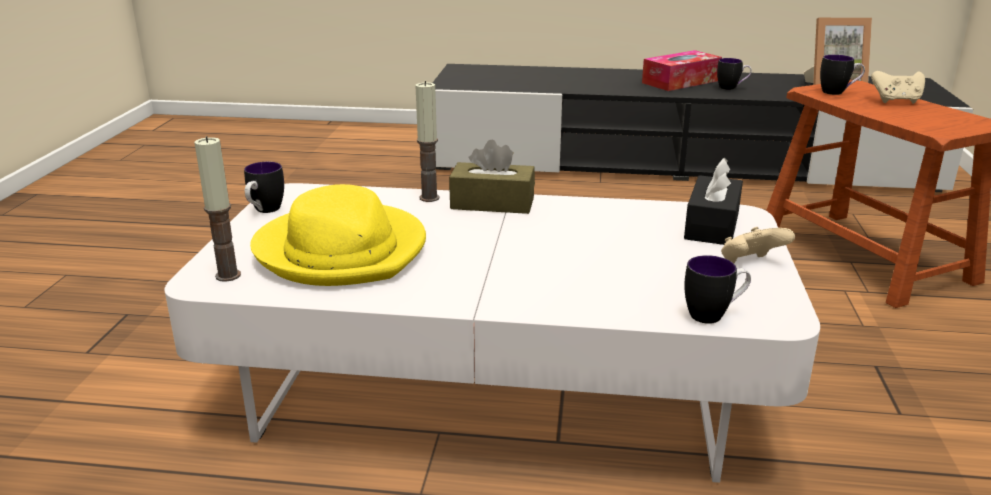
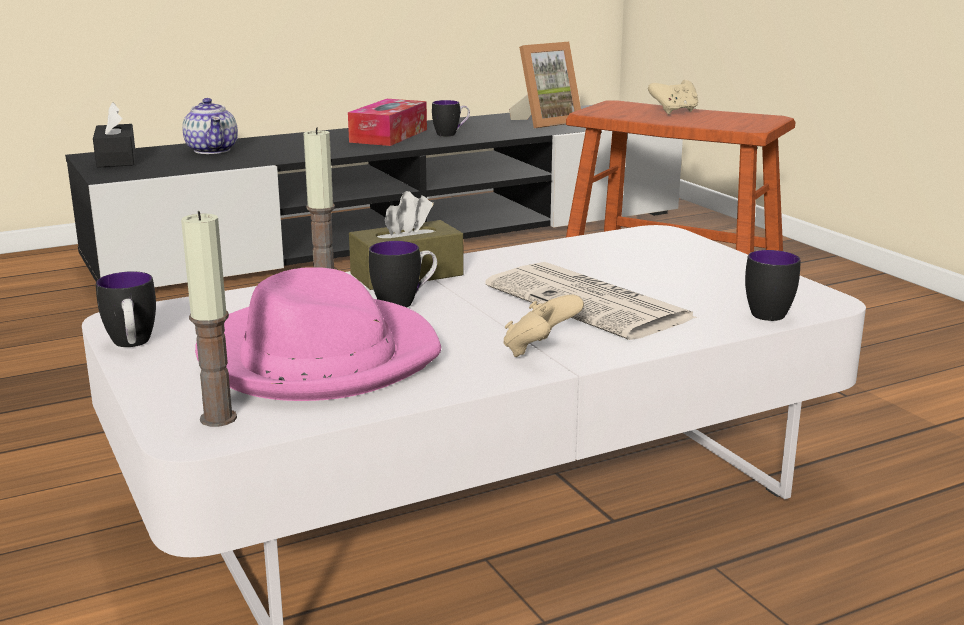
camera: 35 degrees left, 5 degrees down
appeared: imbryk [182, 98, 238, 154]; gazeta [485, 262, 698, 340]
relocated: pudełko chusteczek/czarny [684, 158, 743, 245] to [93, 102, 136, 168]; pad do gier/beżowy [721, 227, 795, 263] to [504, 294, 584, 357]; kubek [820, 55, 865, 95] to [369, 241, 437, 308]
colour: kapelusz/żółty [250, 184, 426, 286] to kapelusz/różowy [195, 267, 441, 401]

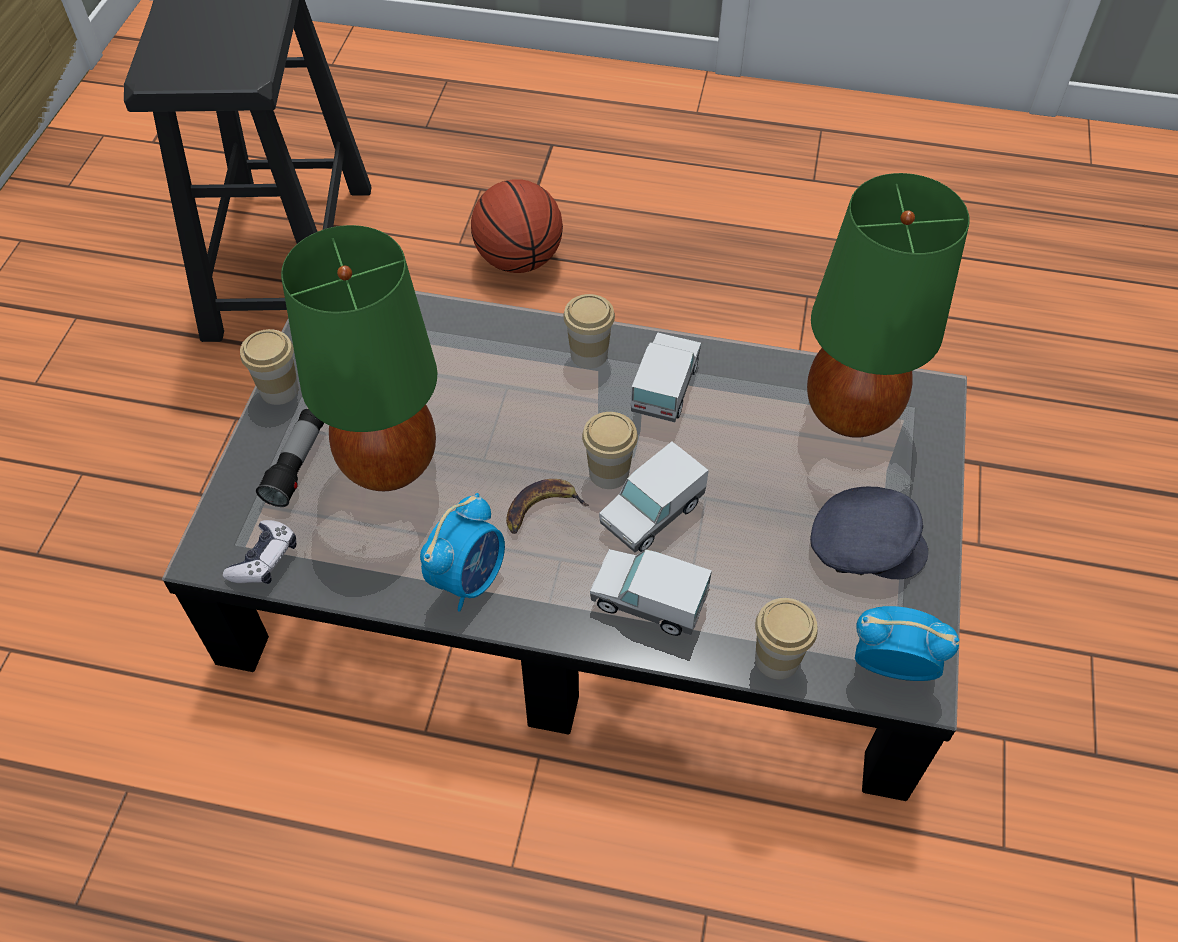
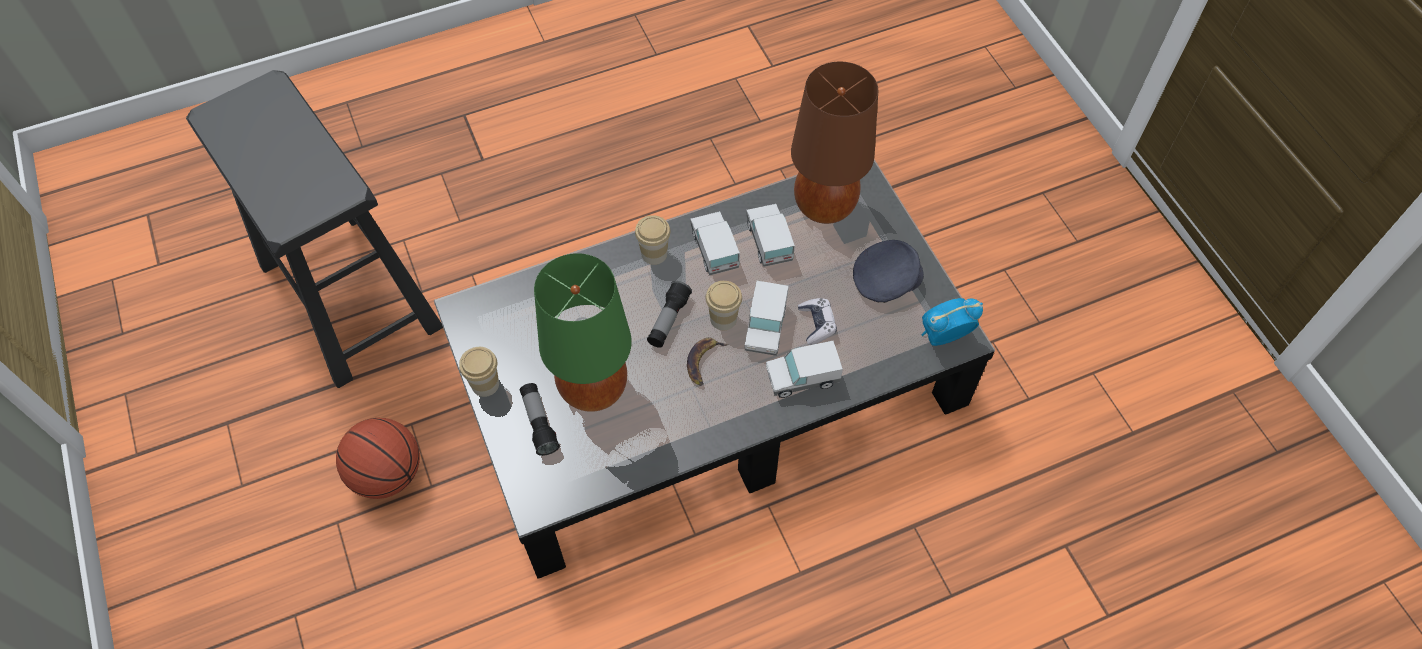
camera: 35 degrees left, 5 degrees up
missing: budzik [420, 493, 505, 612]; filiżanka [755, 598, 818, 679]
appeared: latarka [647, 281, 692, 348]; ciężarówka zabawkowa [746, 204, 795, 267]
relocated: pad do gier [223, 520, 296, 584] to [798, 298, 837, 345]; piłka do koszykówki [471, 179, 563, 273] to [336, 418, 420, 499]
colour: lampa stołowa/zielony [807, 173, 970, 438] to lampa stołowa/brązowy [791, 62, 878, 224]

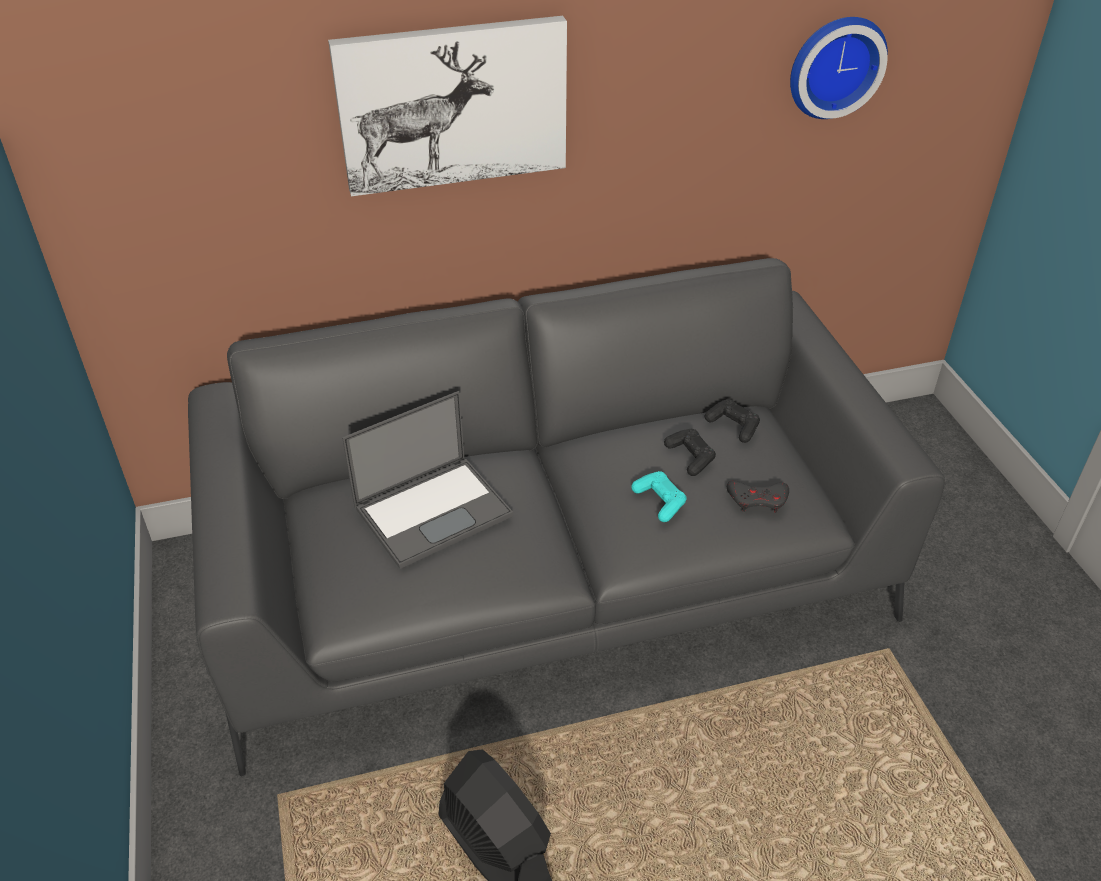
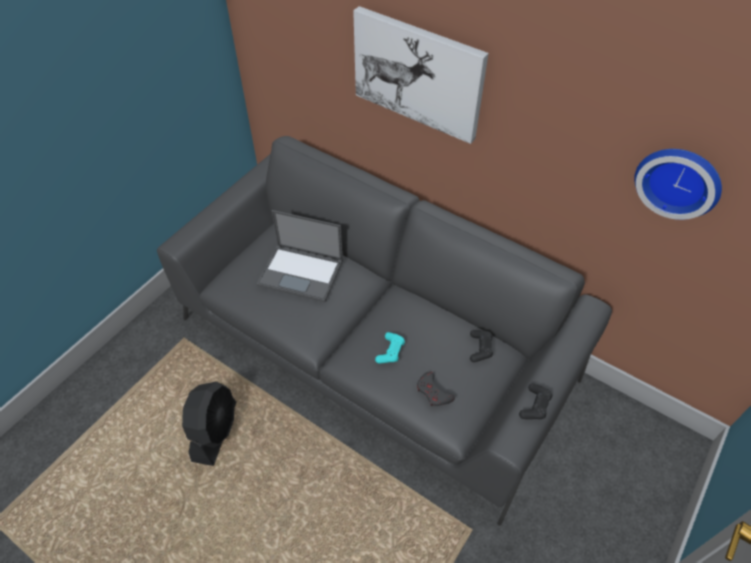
camera: 50 degrees right, 10 degrees up
relocated: pad do gier/czarny [664, 429, 716, 476] to [519, 383, 553, 419]

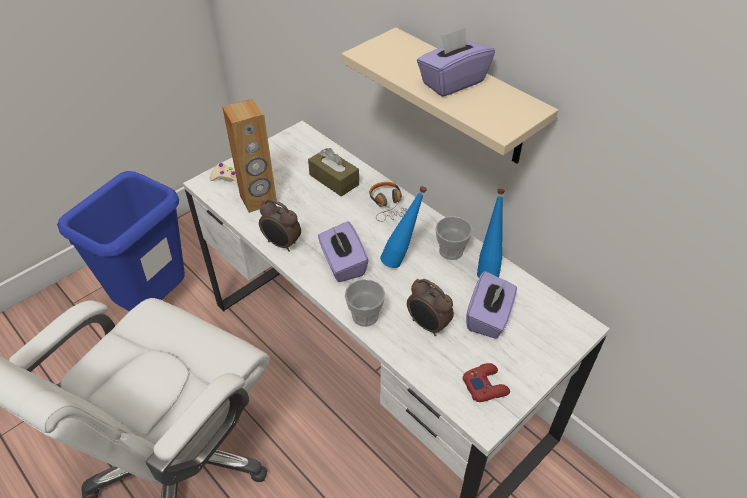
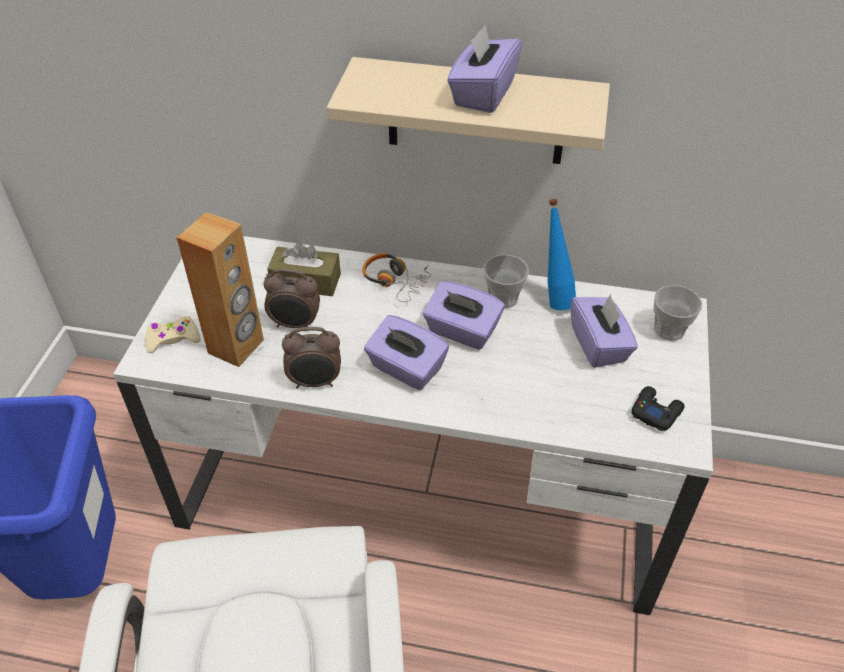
camera: 35 degrees left, 0 degrees up
relocated: filiżanka [345, 279, 385, 327] to [653, 285, 702, 341]; budzik [407, 279, 454, 336] to [264, 269, 320, 328]
exchanged: butelka/niebieski [380, 186, 427, 268] to pudełko chusteczek/fioletowy [423, 281, 505, 350]
colour: pad do gier/czerwony [462, 363, 510, 402] to pad do gier/czarny [632, 386, 685, 431]

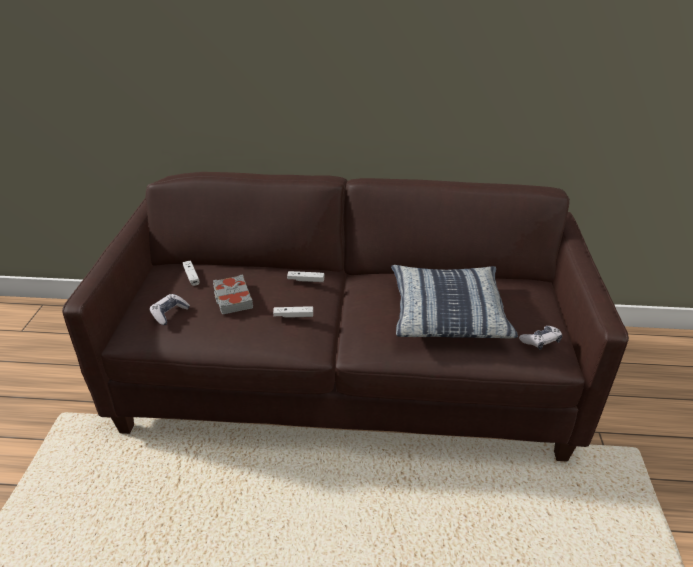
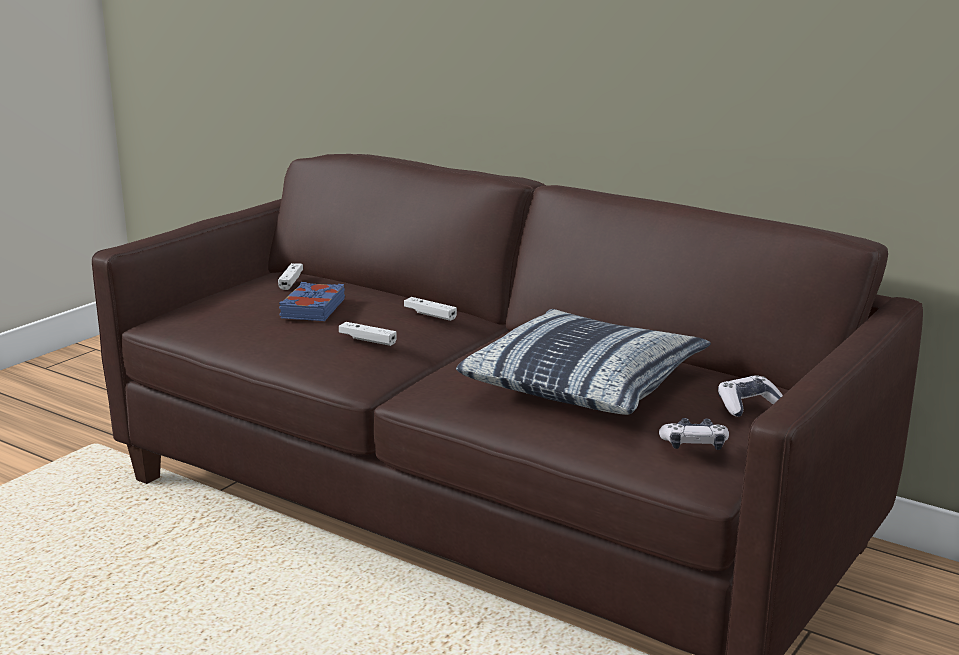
camera: 30 degrees right, 15 degrees down
relocated: pad do gier [150, 294, 190, 325] to [718, 375, 783, 417]
colour: książka/szary [213, 274, 253, 315] to książka/niebieski [279, 282, 345, 321]

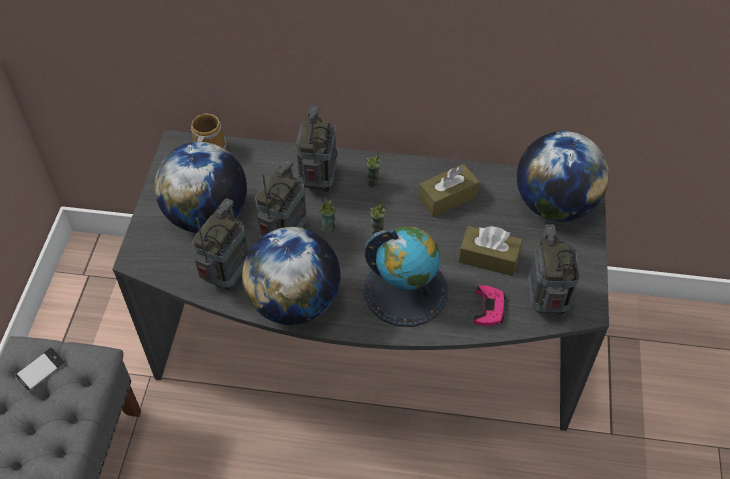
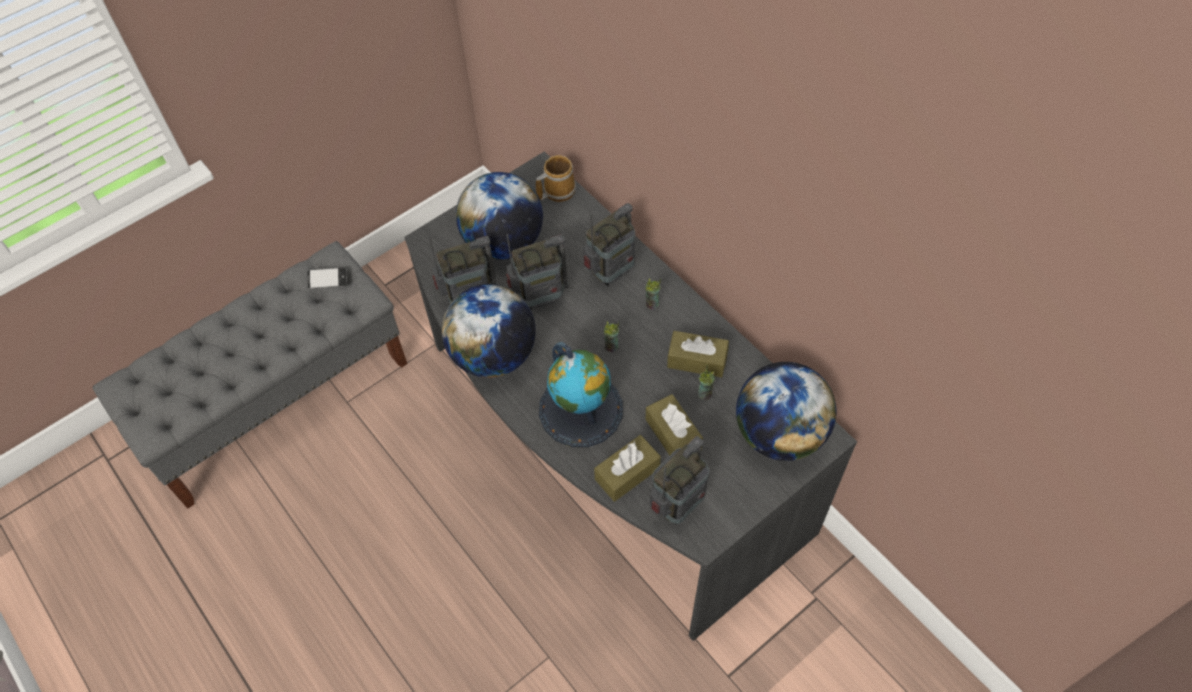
camera: 45 degrees right, 5 degrees up
relocated: filiżanka [320, 198, 335, 234] to [698, 365, 715, 401]
exchanged: pad do gier/różowy [473, 285, 506, 326] to pudełko chusteczek/brązowy [594, 435, 661, 502]

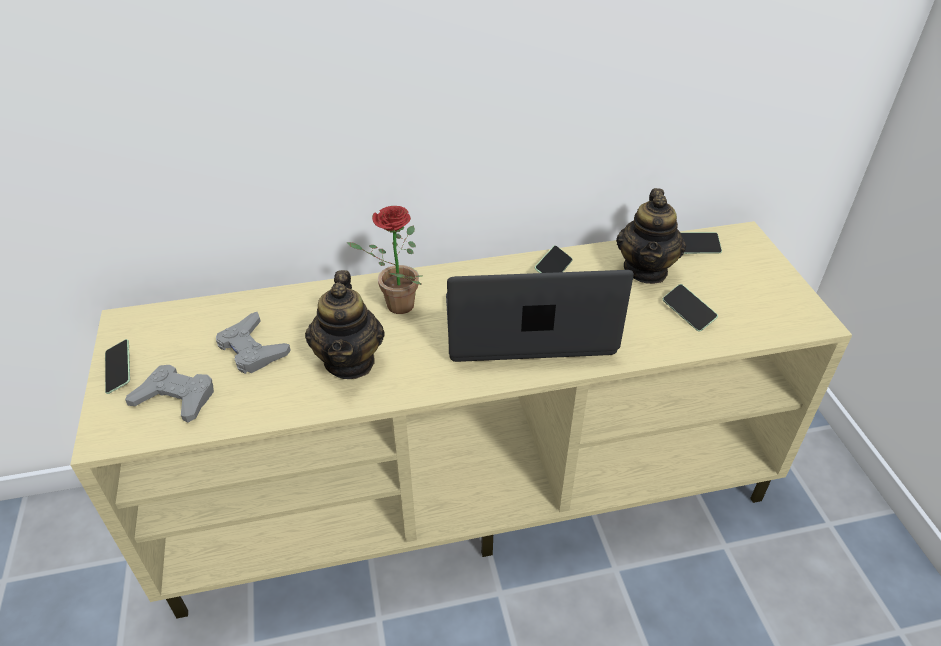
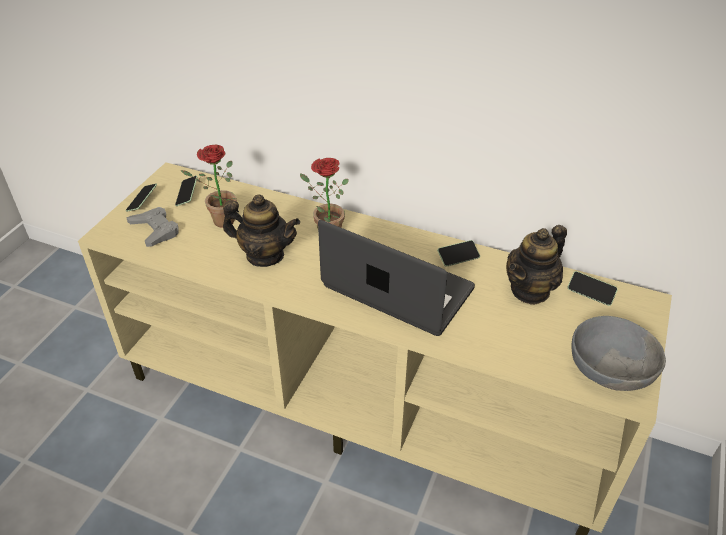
camera: 35 degrees right, 0 degrees up
appeared: miska/szary [571, 316, 666, 391]
relocated: telefon [663, 284, 718, 332] to [175, 176, 198, 206]
exchanged: pad do gier/szary [216, 312, 291, 374] to roślina doniczkowa [181, 145, 236, 228]
spun: imbryk [305, 270, 385, 379] = [223, 194, 300, 267] 105 degrees counterclockwise

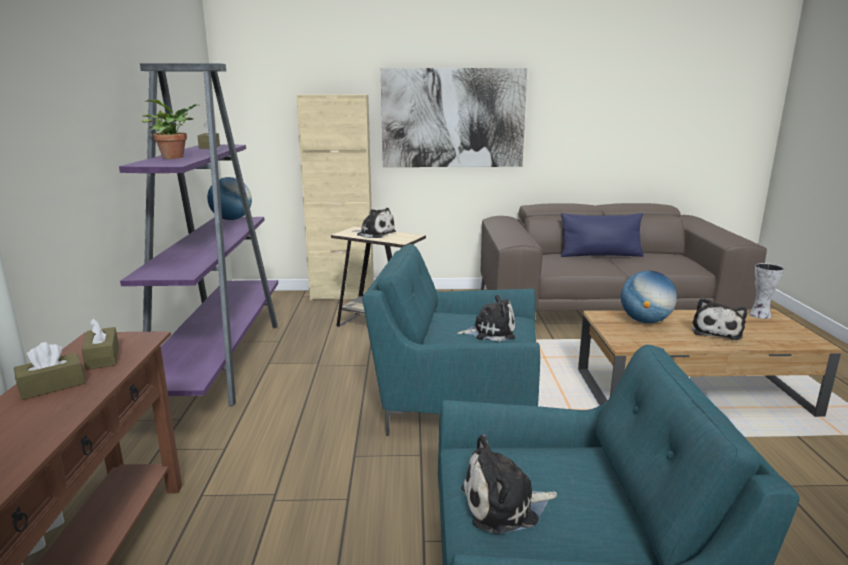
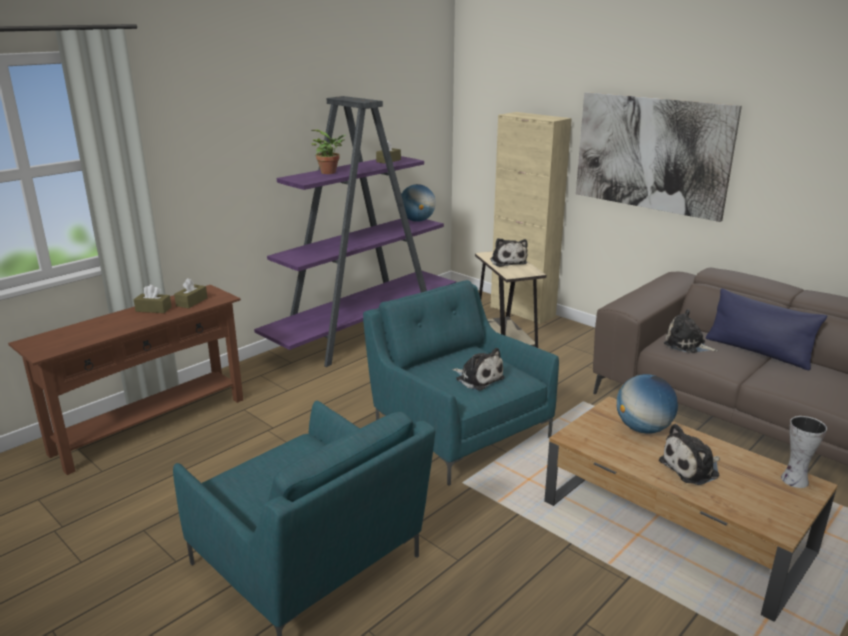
camera: 45 degrees right, 5 degrees up
relocated: pluszak [461, 434, 557, 534] to [664, 309, 718, 353]

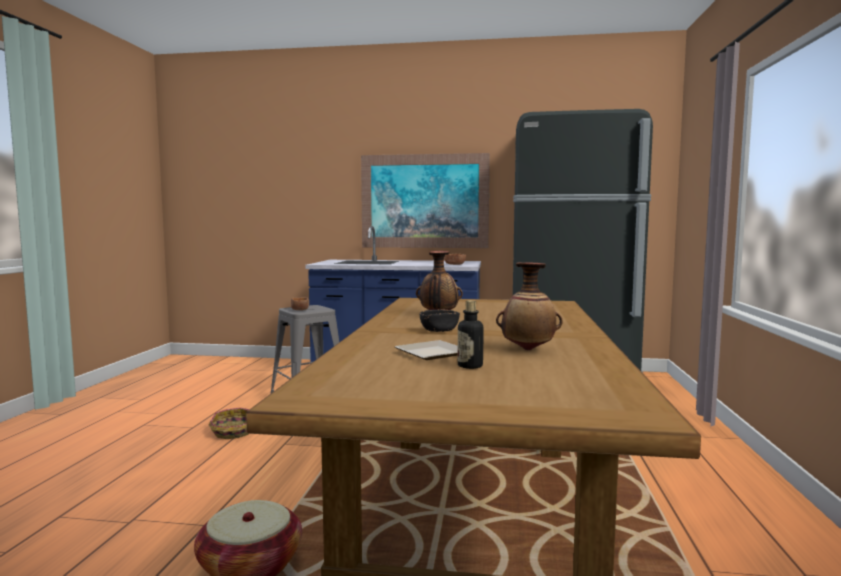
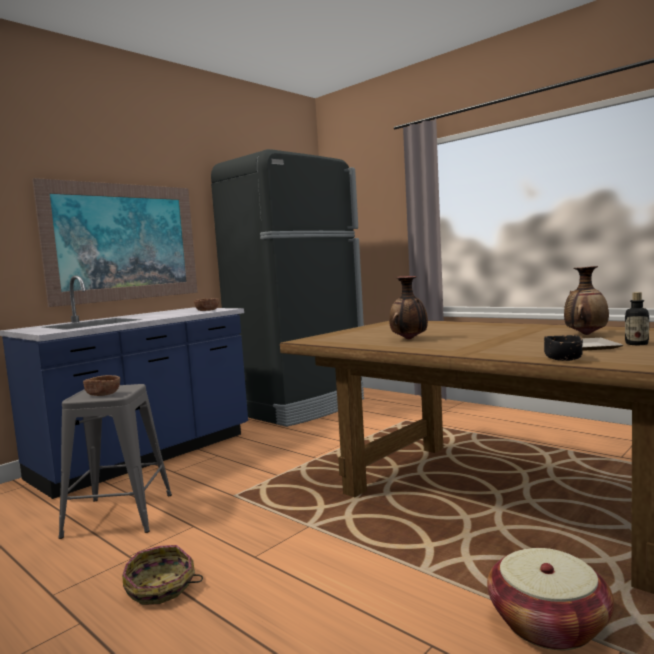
camera: 55 degrees left, 0 degrees up
relocated: miska/czarny [420, 309, 460, 332] to [544, 335, 583, 361]

